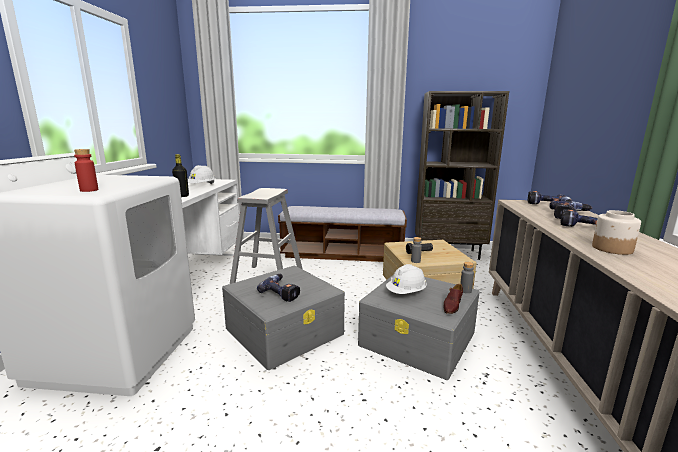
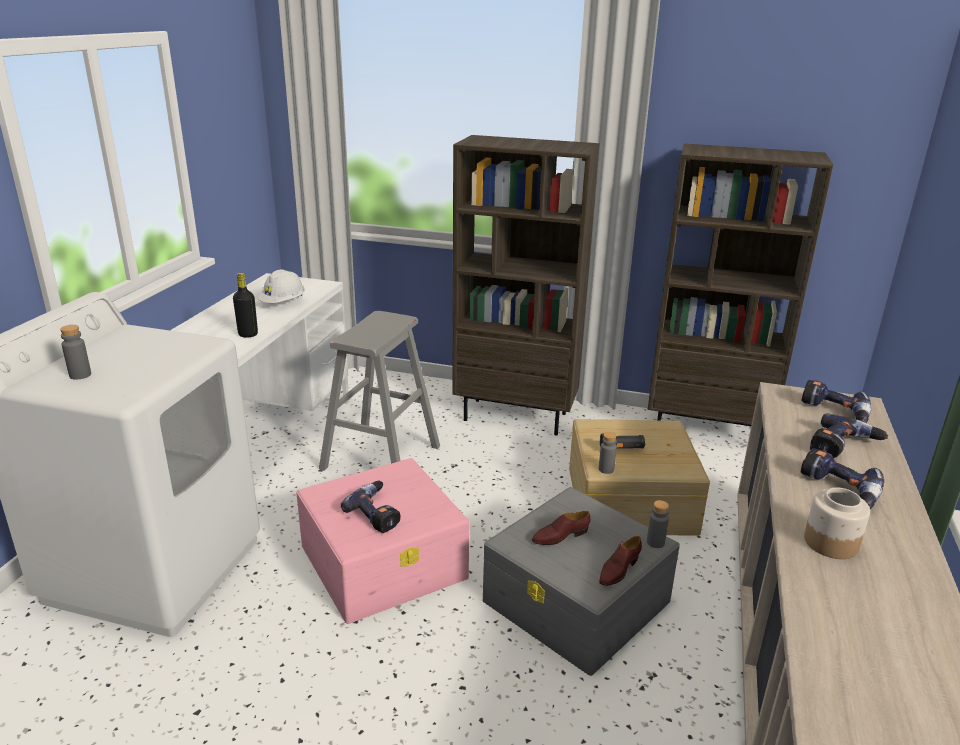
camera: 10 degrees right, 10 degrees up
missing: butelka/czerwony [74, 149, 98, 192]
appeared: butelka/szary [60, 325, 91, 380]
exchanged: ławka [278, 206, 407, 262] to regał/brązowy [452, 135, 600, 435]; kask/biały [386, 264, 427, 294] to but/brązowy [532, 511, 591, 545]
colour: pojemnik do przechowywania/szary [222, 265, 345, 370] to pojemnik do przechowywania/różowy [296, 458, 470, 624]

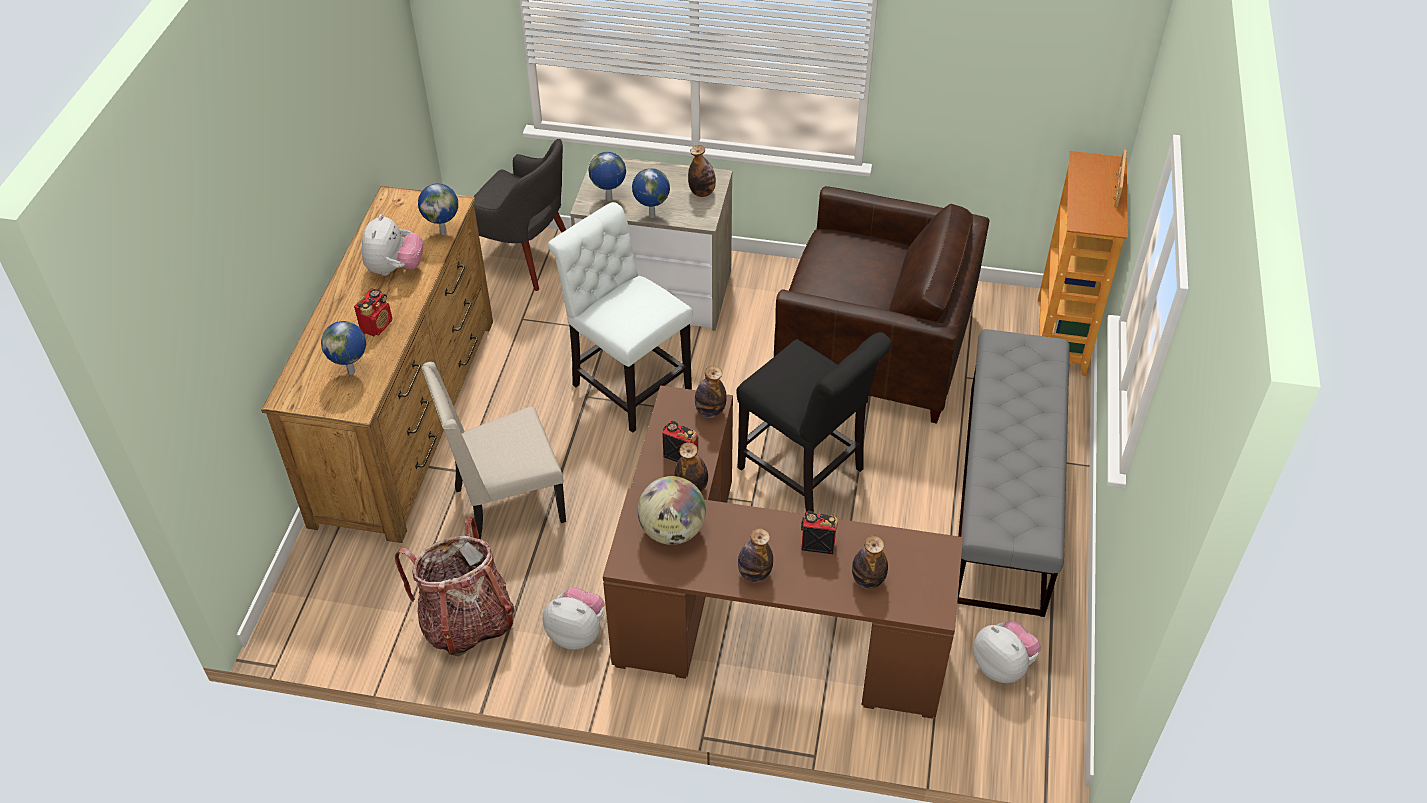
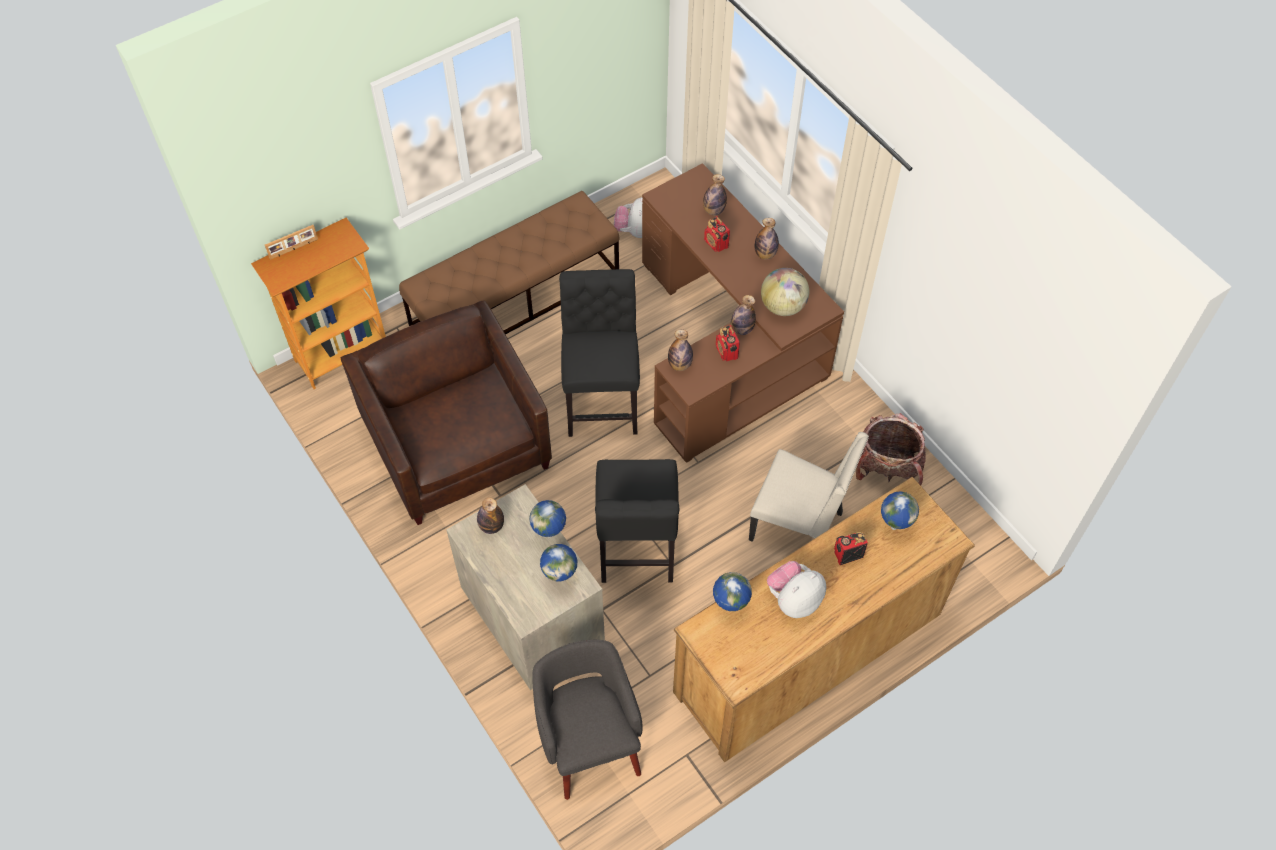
camera: 135 degrees left, 10 degrees up
missing: pluszak [543, 587, 605, 650]
colour: krzesło/biały [548, 202, 692, 433] to krzesło/czarny [595, 459, 679, 583]; ławka/szary [957, 329, 1070, 617] to ławka/brązowy [399, 191, 620, 335]

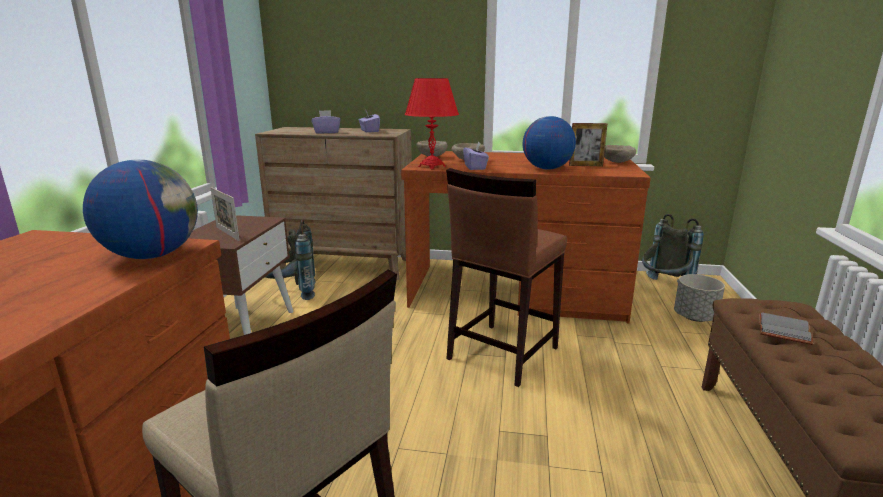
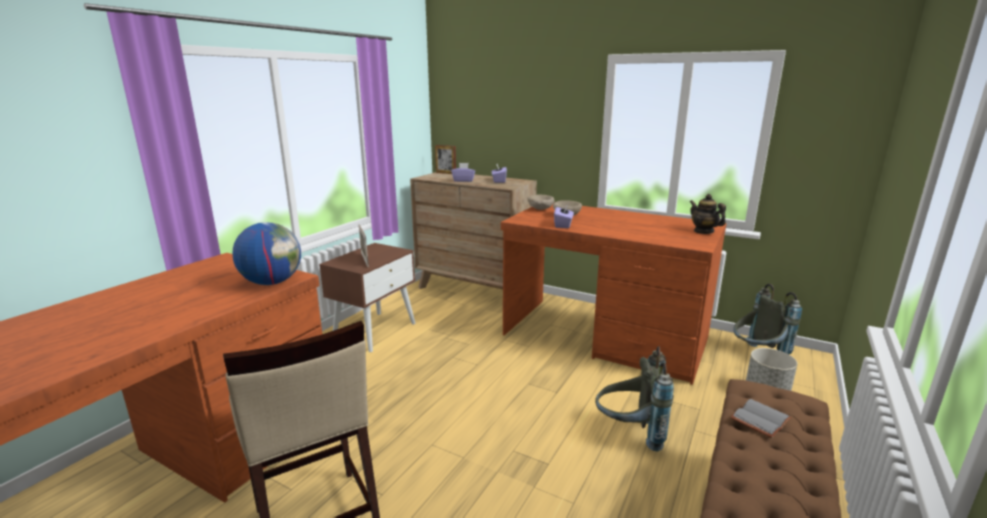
camera: 20 degrees right, 0 degrees up
missing: lampa stołowa/czerwony [405, 78, 459, 169]; stołek/brązowy [446, 168, 567, 387]; globus [523, 116, 576, 170]
relocated: plecak/szary [265, 219, 316, 300] to [595, 346, 674, 452]; ramka na zdjęcie [569, 123, 607, 166] to [435, 145, 456, 174]
exchanged: miska/beżowy [604, 145, 636, 163] to imbryk [690, 194, 726, 234]

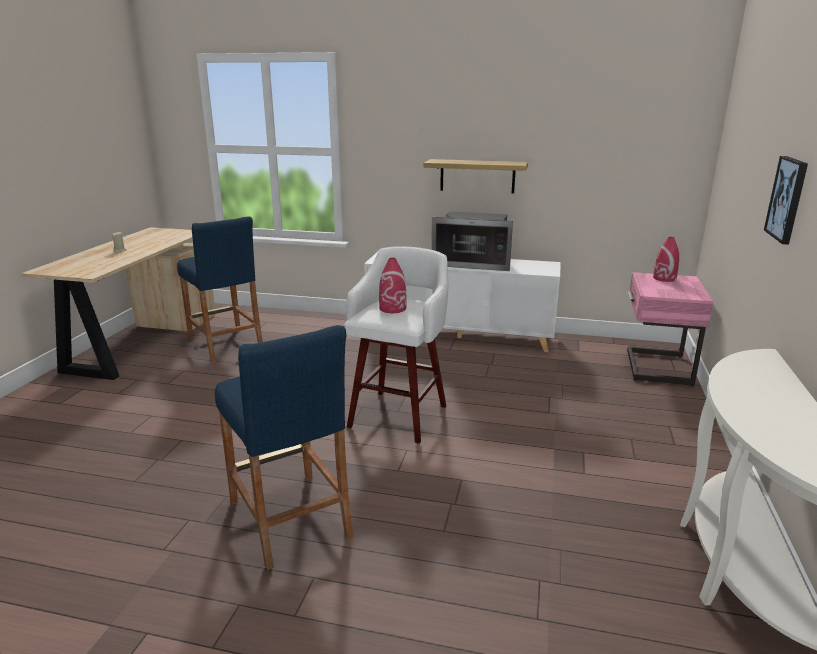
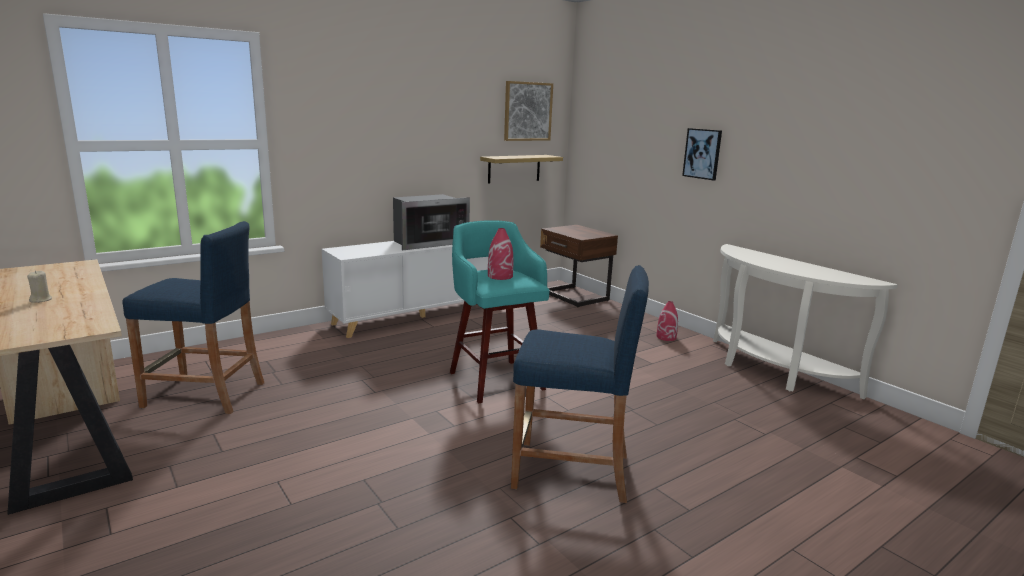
camera: 50 degrees left, 5 degrees down
appeared: obraz [504, 81, 553, 141]
relocated: półka [424, 159, 528, 194] to [480, 155, 563, 184]; wazon/czerwony [653, 237, 679, 282] to [657, 301, 678, 341]
colour: stołek/biały [344, 246, 448, 444] to stołek/turkusowy [450, 221, 550, 403]; szafka nocna/różowy [627, 272, 713, 386] to szafka nocna/brązowy [540, 225, 618, 308]

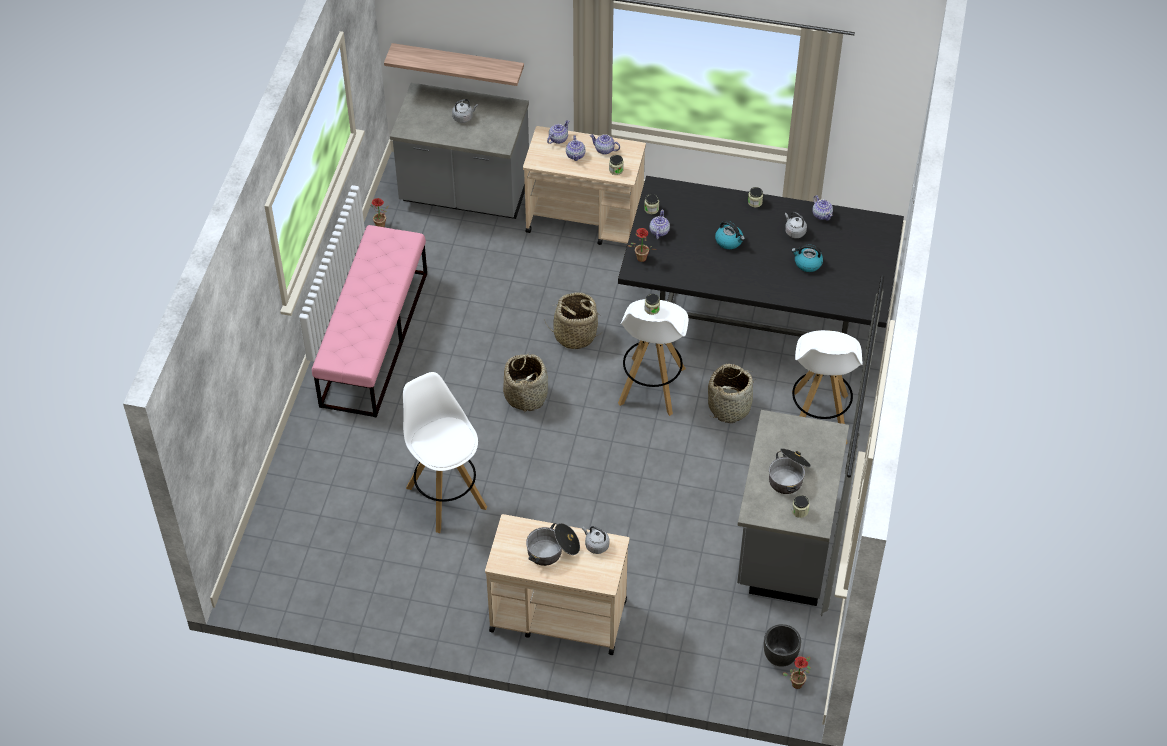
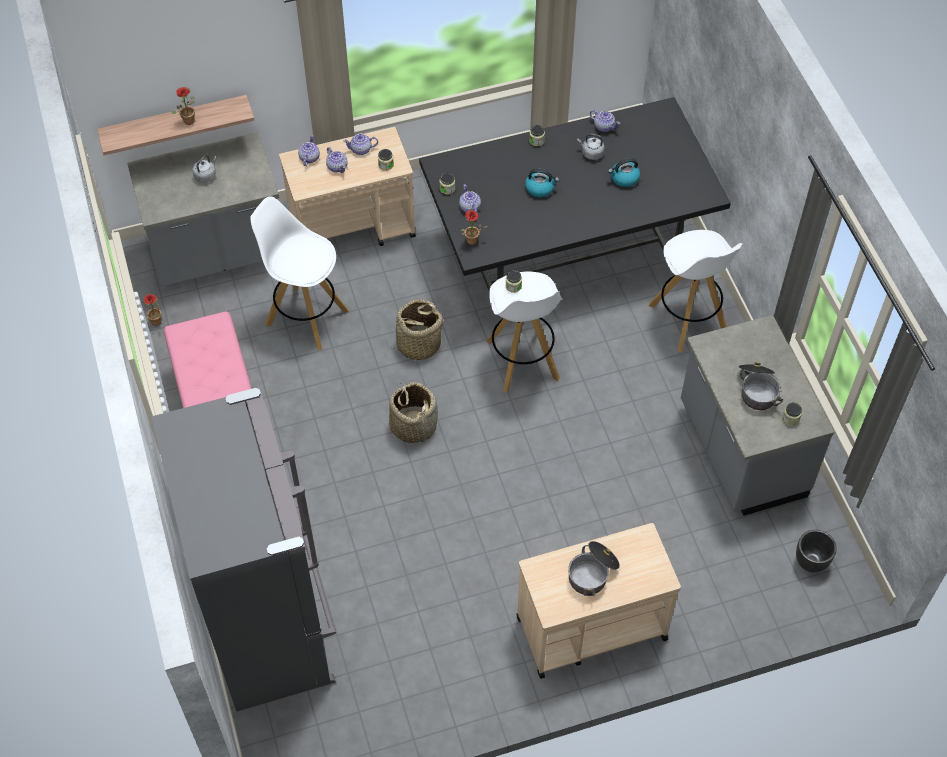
camera: 30 degrees left, 5 degrees up
missing: czajnik/szary [582, 526, 609, 554]; koszyk [708, 364, 756, 423]
appeared: lodówka/szary [151, 388, 336, 712]
relocated: stołek/biały [403, 372, 487, 533] to [250, 196, 349, 350]; roślina doniczkowa [783, 656, 811, 689] to [171, 87, 195, 125]

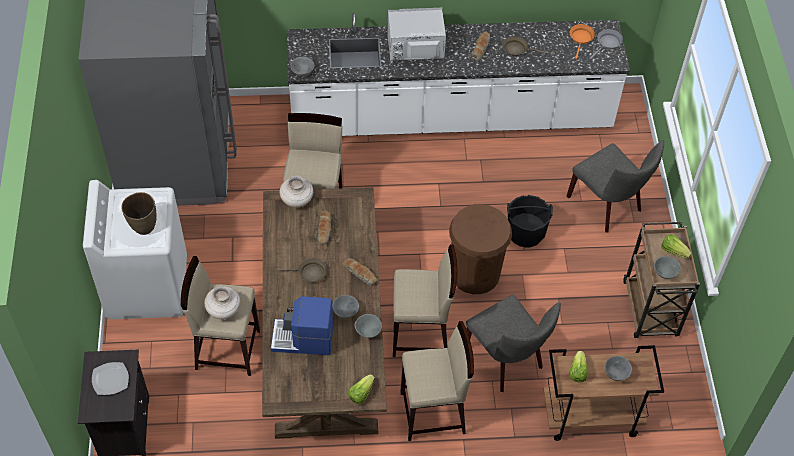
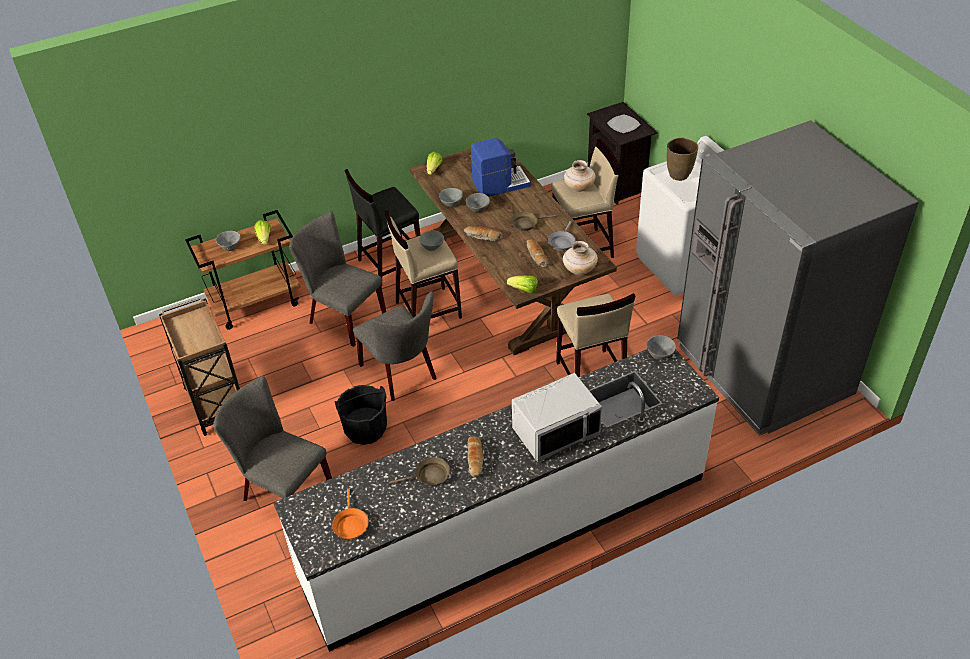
camera: 160 degrees right, 10 degrees down
relocated: patelnia/szary [590, 29, 623, 59] to [548, 221, 575, 251]; miska/szary [654, 256, 681, 279] to [419, 231, 444, 251]; sałata [661, 234, 692, 259] to [507, 276, 538, 293]
exchanged: kosz na śmieci/brązowy [449, 204, 512, 294] to krzesło/szary [353, 291, 436, 401]
colour: stołek/beżowy [400, 321, 474, 441] to stołek/czarny [344, 169, 421, 286]

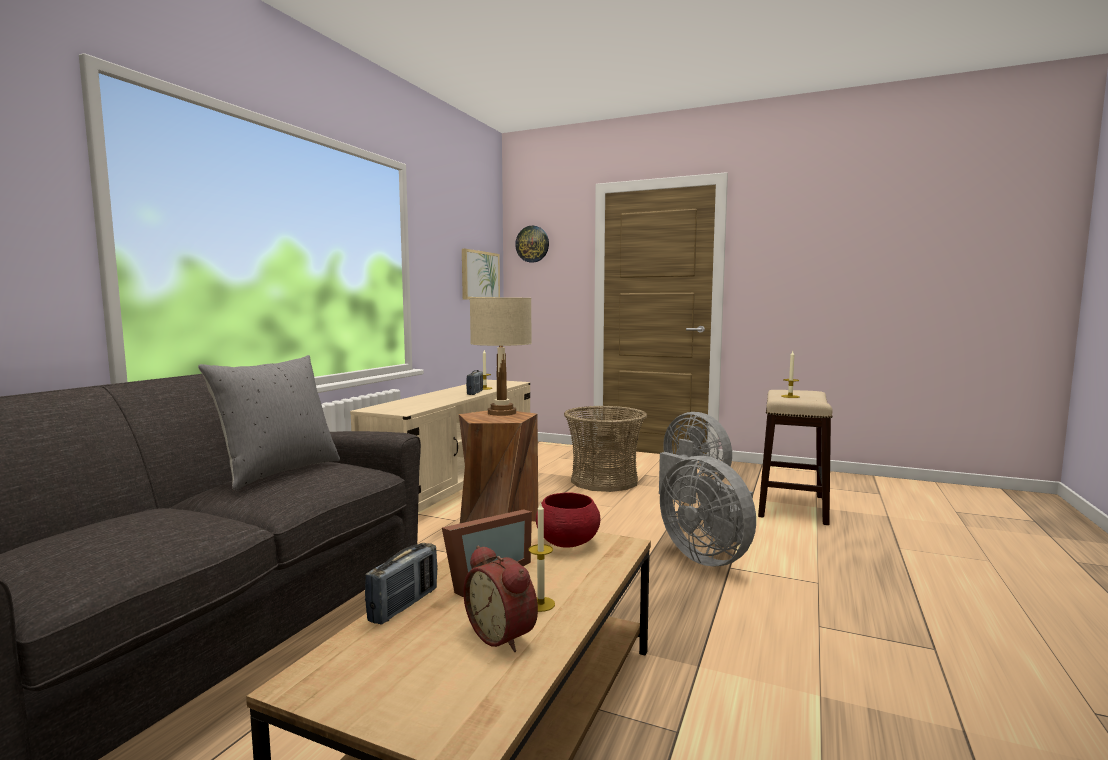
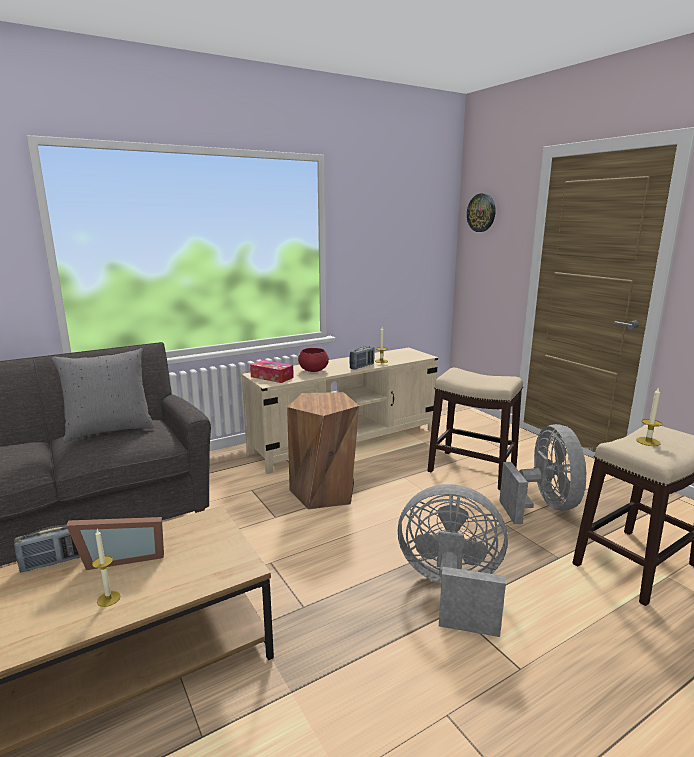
camera: 35 degrees right, 10 degrees up
missing: obraz [462, 249, 500, 300]; budzik [463, 545, 538, 652]; lampa stołowa/beżowy [470, 298, 532, 416]
appeared: pudełko chusteczek [250, 360, 294, 383]
relocated: miska/czerwony [536, 492, 600, 548] to [298, 348, 329, 372]
exchanged: koszyk [564, 406, 647, 492] to stołek [428, 368, 523, 490]
spun: wentylator/szary [660, 456, 756, 566] = [398, 484, 508, 637] 105 degrees clockwise

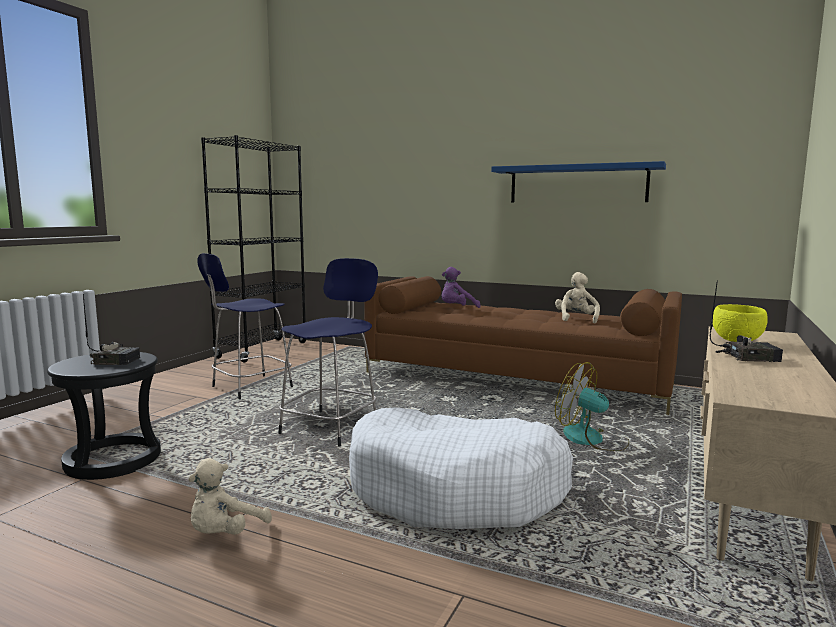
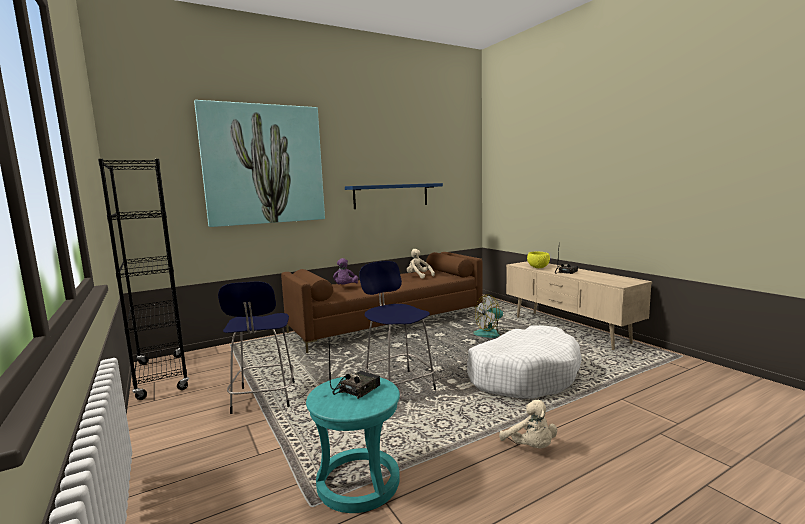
camera: 55 degrees left, 0 degrees up
appeared: obraz [194, 100, 325, 227]
colour: stołek/czarny [47, 352, 161, 480] to stołek/turkusowy [306, 377, 400, 513]

